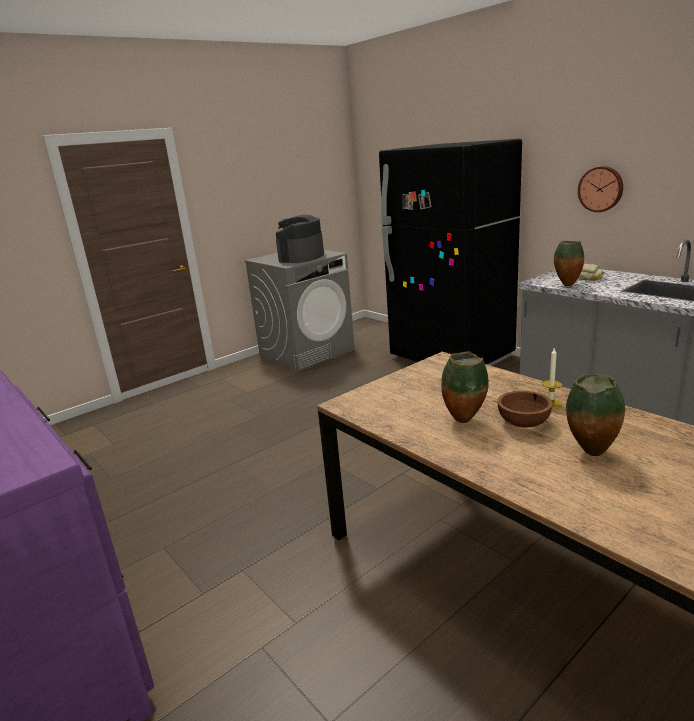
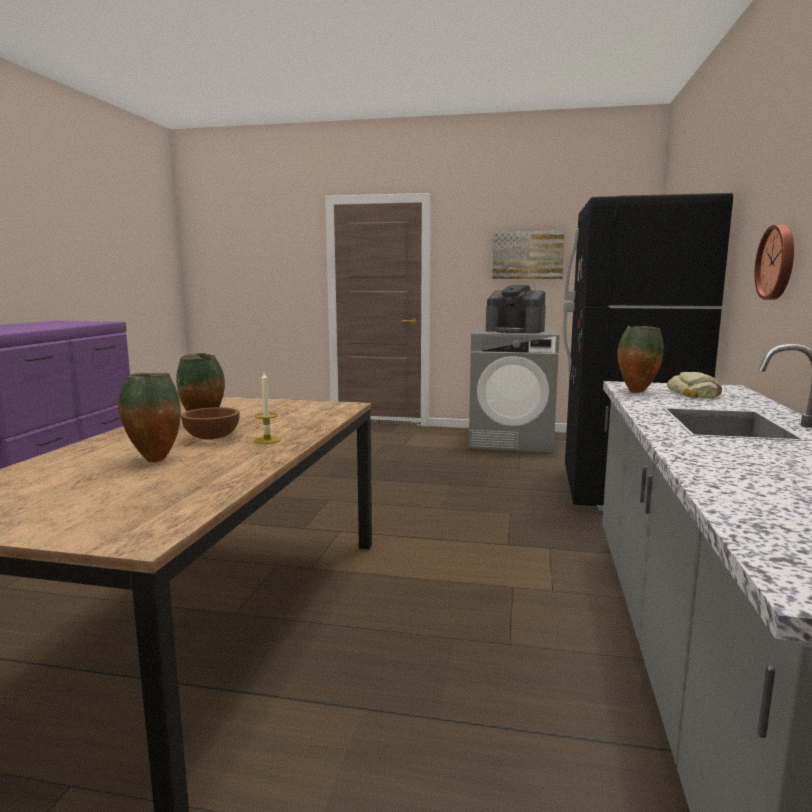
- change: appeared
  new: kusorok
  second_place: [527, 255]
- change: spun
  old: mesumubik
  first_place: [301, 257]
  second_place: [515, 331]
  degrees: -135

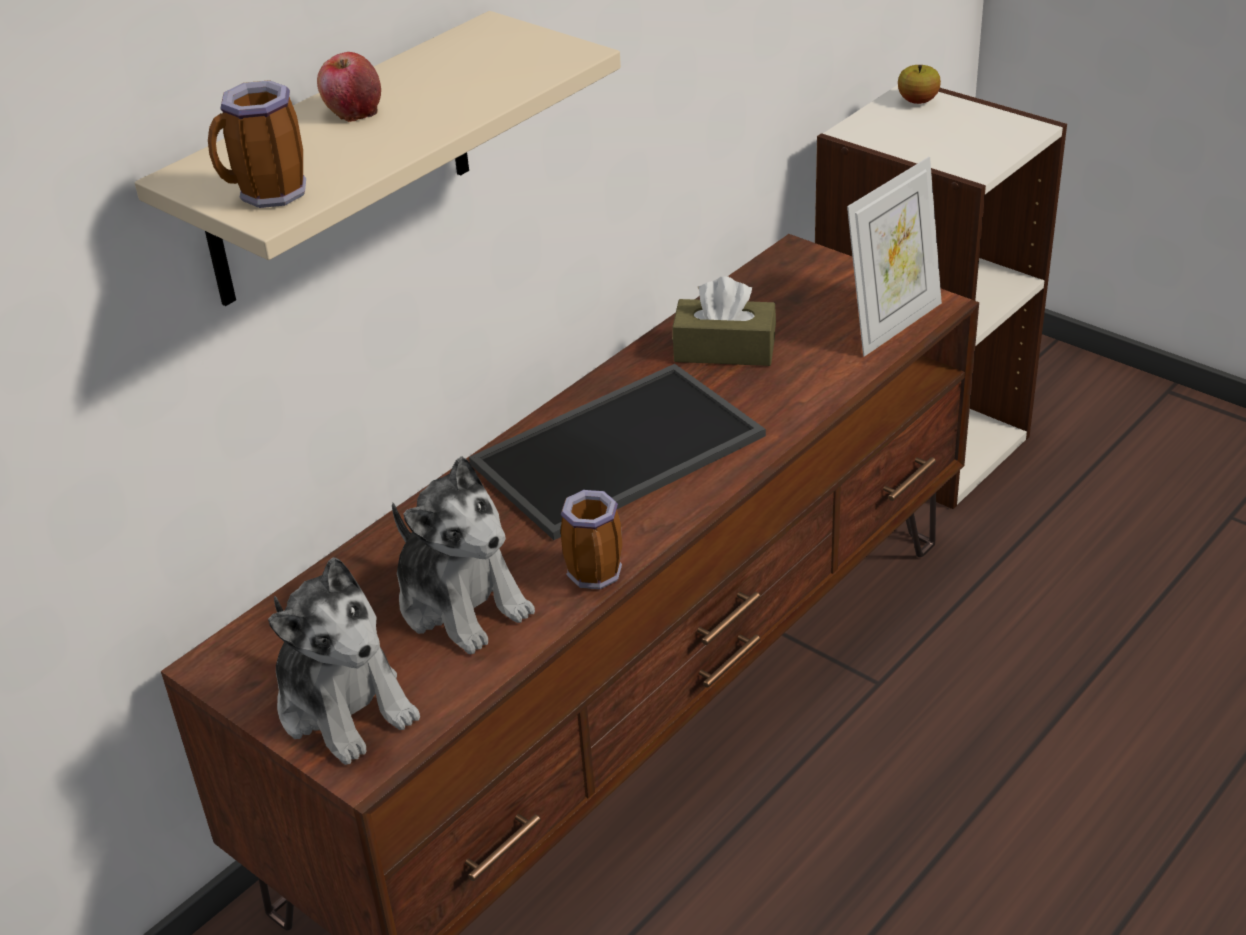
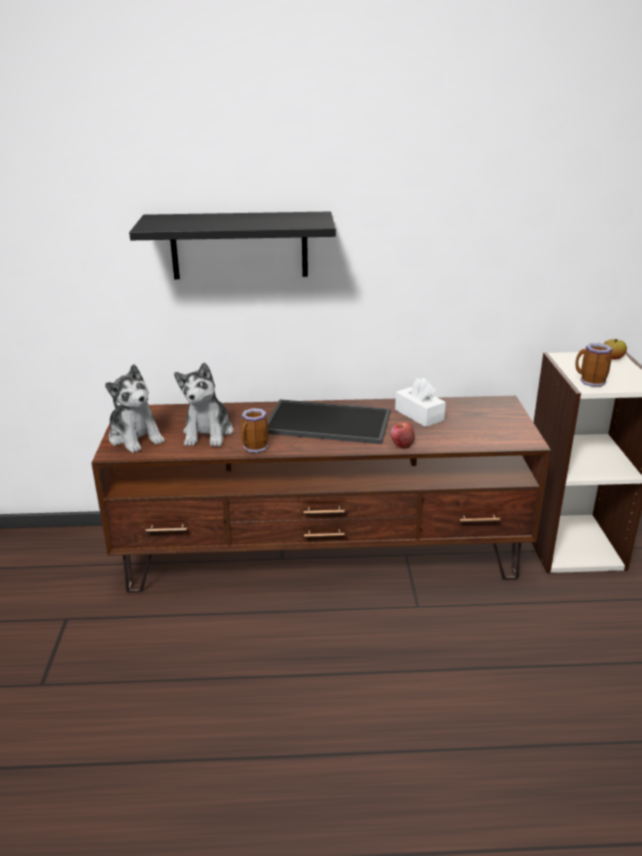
- change: missing
  old: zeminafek
  first_place: [892, 324]
- change: relocated
  old: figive
  first_place: [268, 196]
  second_place: [590, 382]
- change: relocated
  old: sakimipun
  first_place: [353, 111]
  second_place: [401, 444]
- change: colour
  old: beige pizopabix
  new: black pizopabix
  first_place: [338, 163]
  second_place: [239, 245]
- change: colour
  old: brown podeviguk
  new: white podeviguk
  first_place: [724, 350]
  second_place: [419, 415]
- change: spun
  old: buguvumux
  first_place: [344, 705]
  second_place: [135, 437]
  degrees: -45

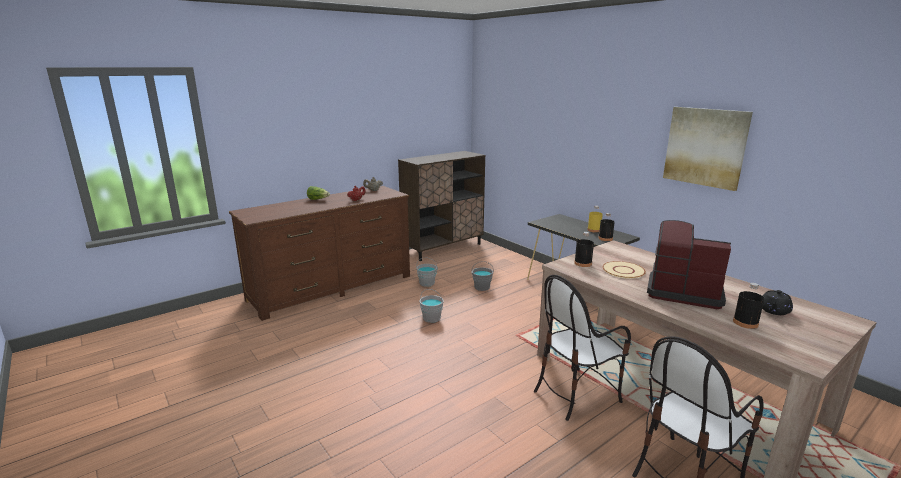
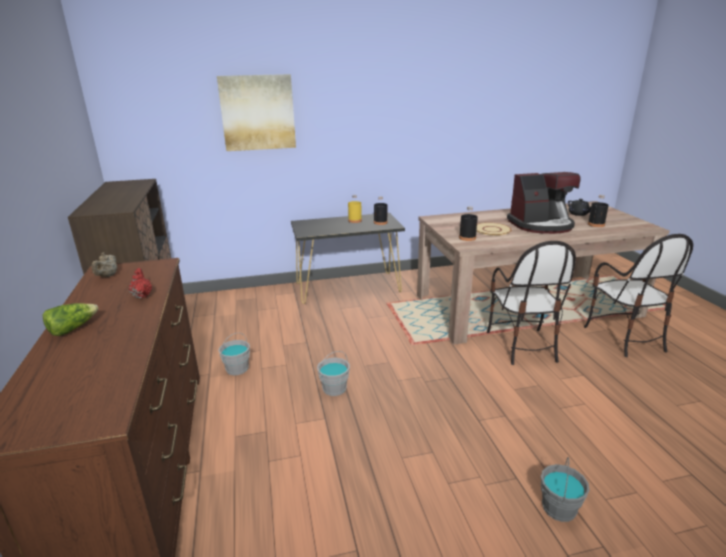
- change: relocated
  old: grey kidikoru
  first_place: [482, 287]
  second_place: [558, 508]
- change: relocated
  old: kusorok
  first_place: [705, 147]
  second_place: [257, 113]
- change: spun
  old: mesumubik
  first_place: [682, 292]
  second_place: [541, 225]
  degrees: -150

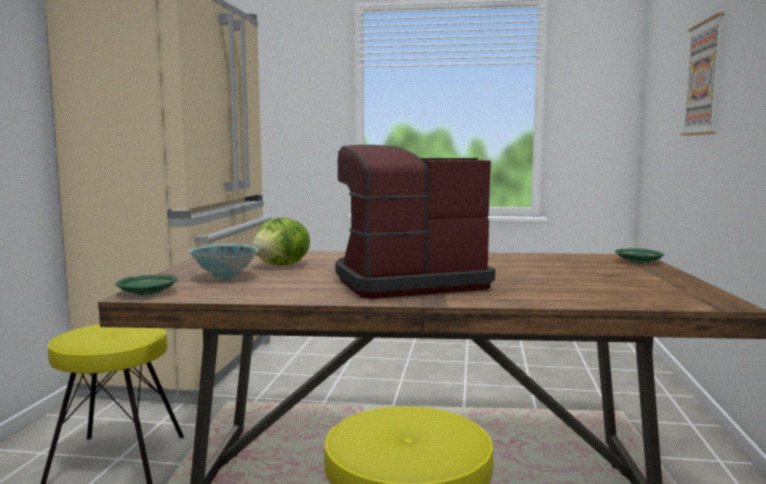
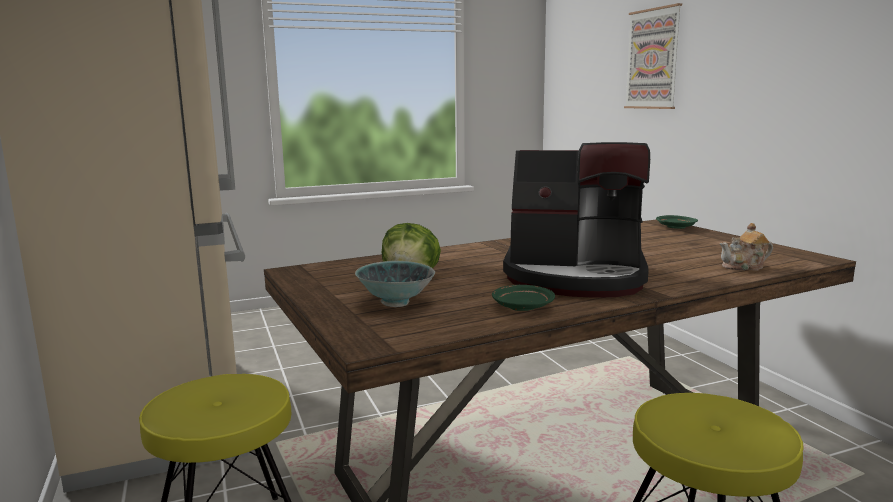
- change: appeared
  new: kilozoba
  second_place: [744, 267]
- change: relocated
  old: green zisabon
  first_place: [147, 292]
  second_place: [522, 307]
- change: spun
  old: mesumubik
  first_place: [407, 282]
  second_place: [575, 277]
  degrees: -120

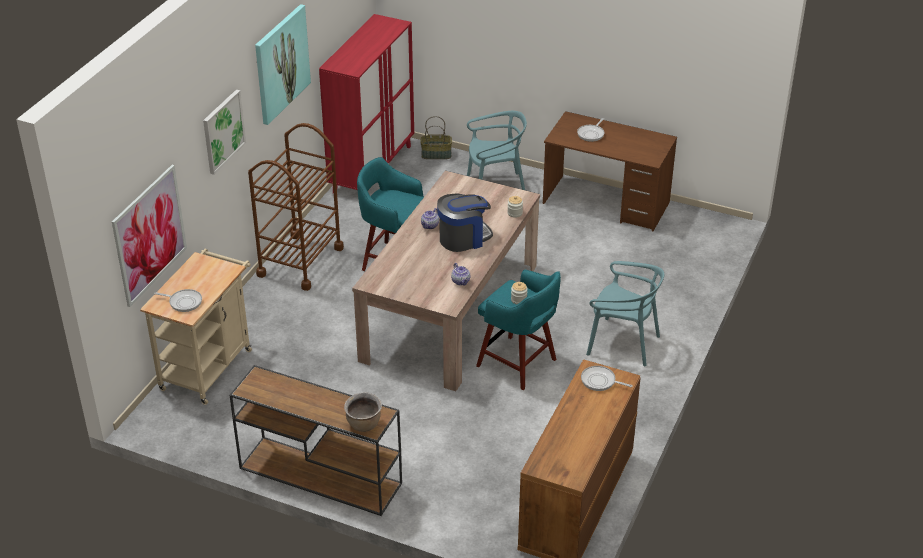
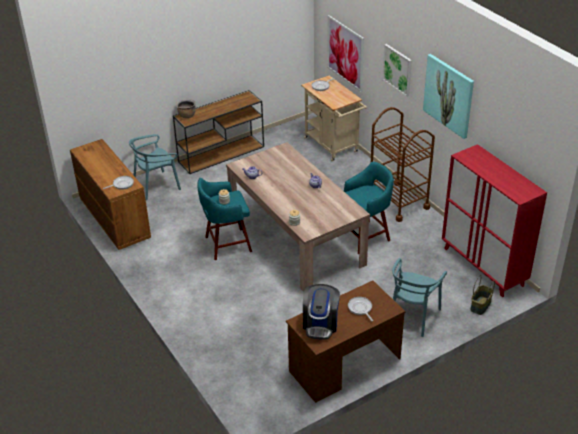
- change: relocated
  old: mesumubik
  first_place: [463, 238]
  second_place: [320, 324]
- change: relocated
  old: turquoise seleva
  first_place: [623, 343]
  second_place: [156, 186]

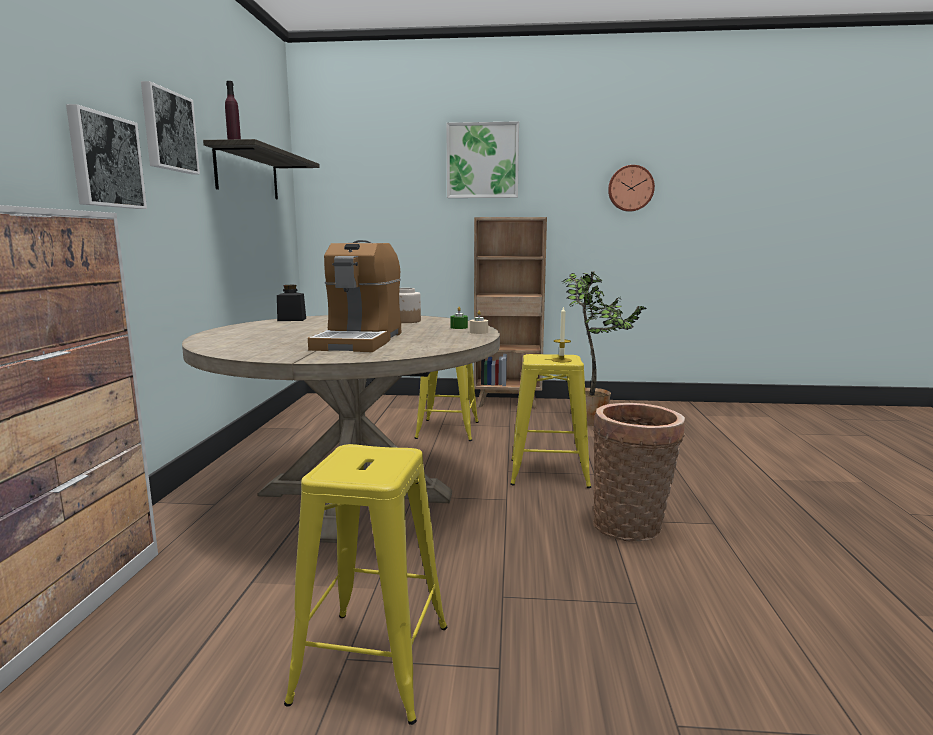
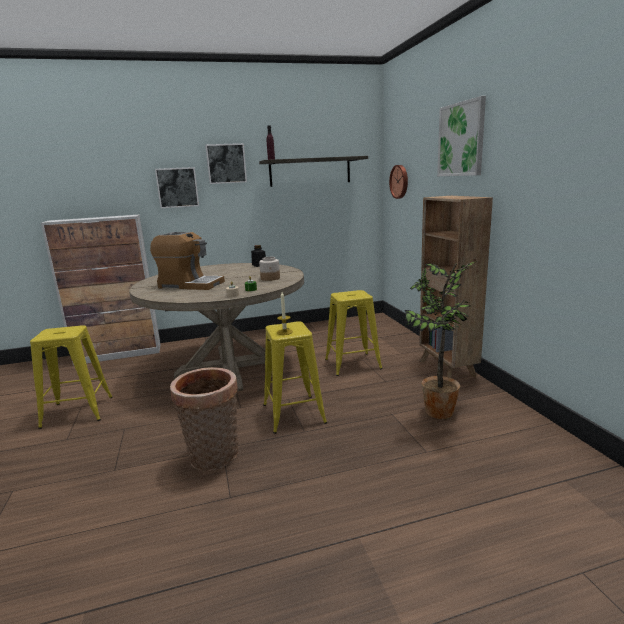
- change: relocated
  old: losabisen
  first_place: [630, 188]
  second_place: [400, 181]
- change: spun
  old: mesumubik
  first_place: [359, 341]
  second_place: [190, 285]
  degrees: -150

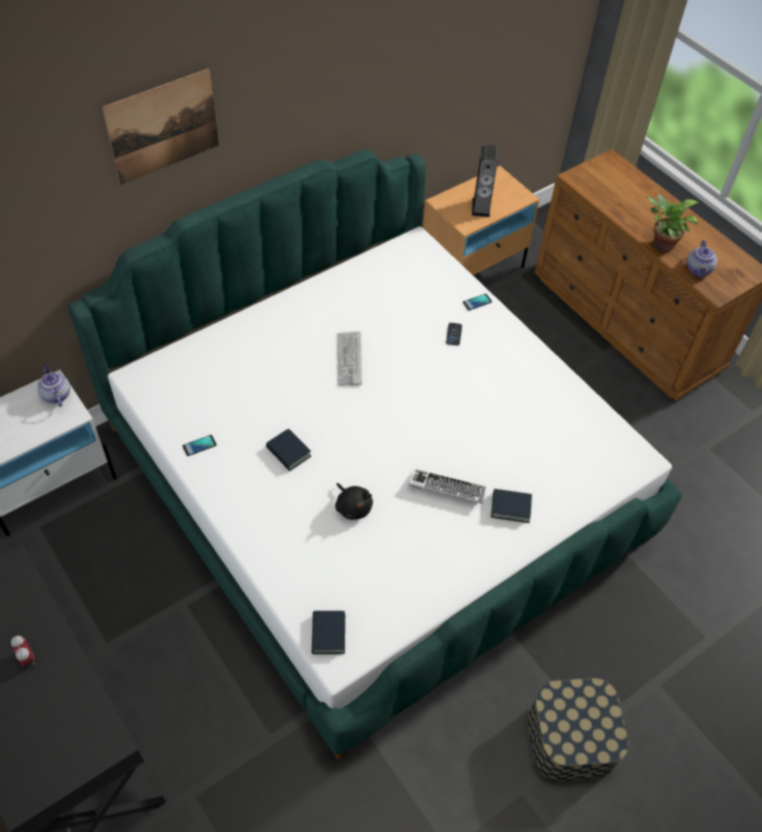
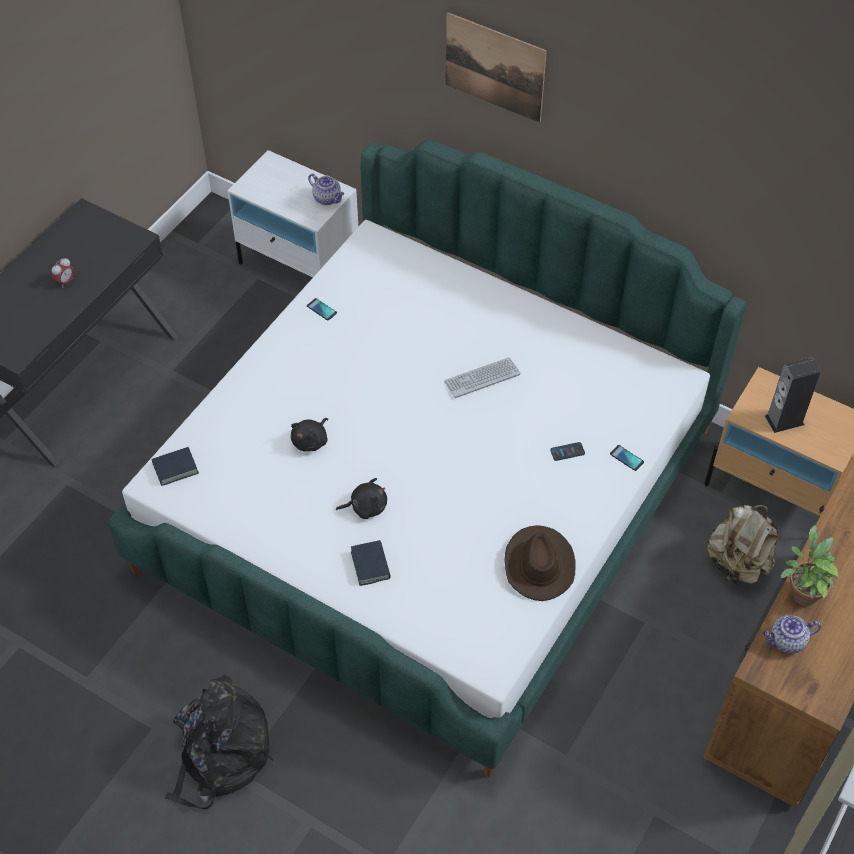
- change: missing
  old: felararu
  first_place: [288, 452]
- change: appeared
  new: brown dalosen
  second_place: [538, 564]
- change: appeared
  new: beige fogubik
  second_place: [738, 563]
- change: exchanged
  old: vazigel
  new: black buguvumux
  first_place: [447, 489]
  second_place: [366, 507]
- change: exchanged
  old: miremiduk
  new: black fogubik
  first_place: [570, 739]
  second_place: [220, 756]
- change: spun
  old: kilozoba
  first_place: [56, 395]
  second_place: [328, 198]
  degrees: 90

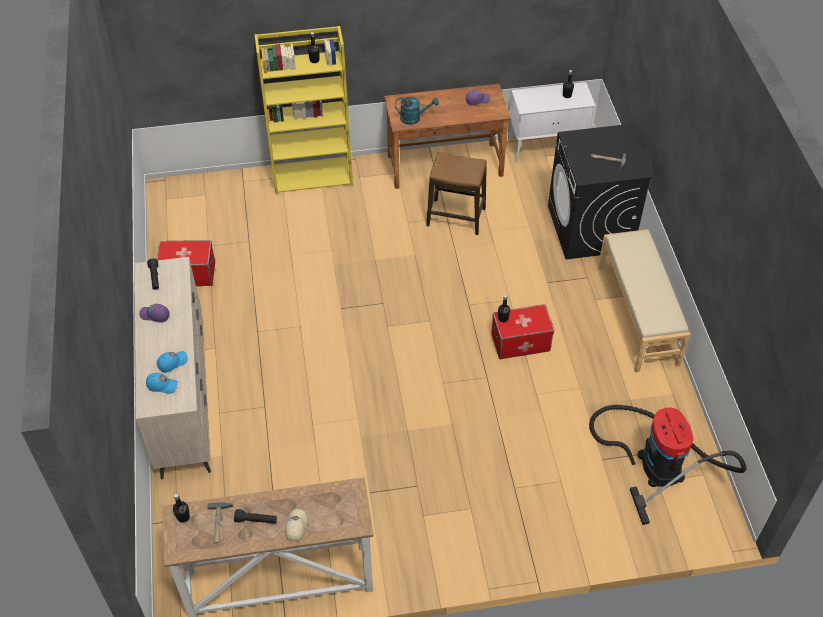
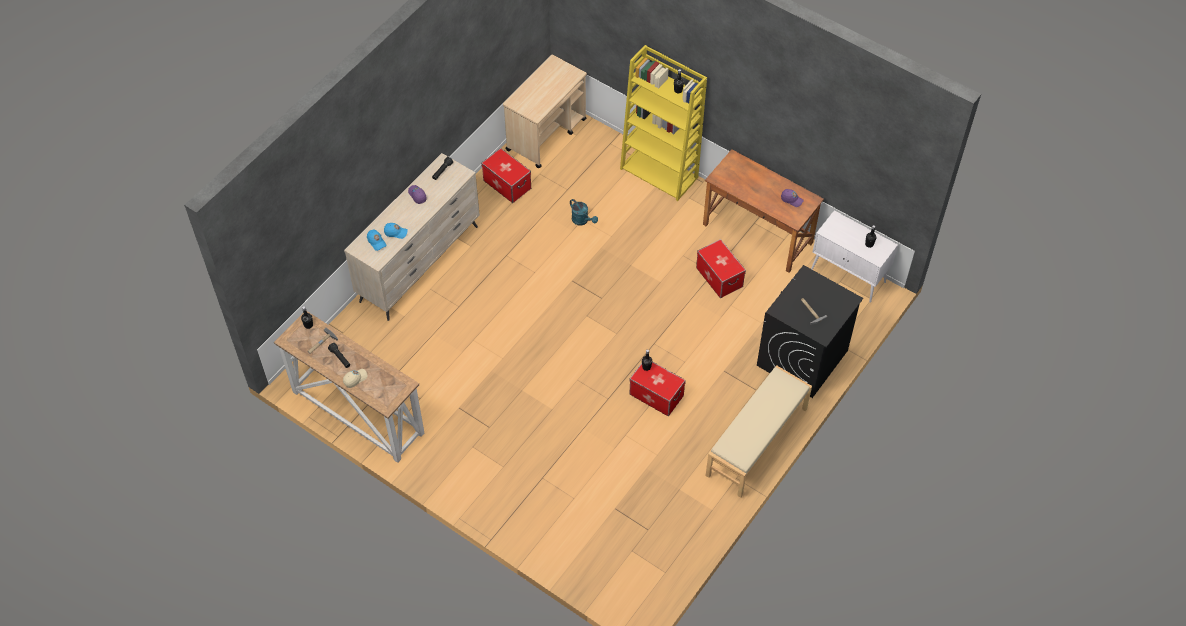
- change: missing
  old: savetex
  first_place: [657, 462]
- change: appeared
  new: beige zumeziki
  second_place: [546, 134]
- change: relocated
  old: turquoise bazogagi
  first_place: [414, 118]
  second_place: [582, 220]
- change: exchanged
  old: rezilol
  new: miremiduk
  first_place: [455, 217]
  second_place: [719, 277]

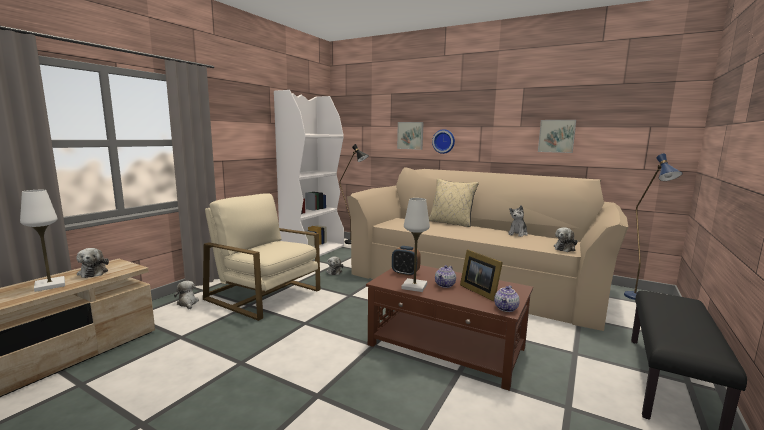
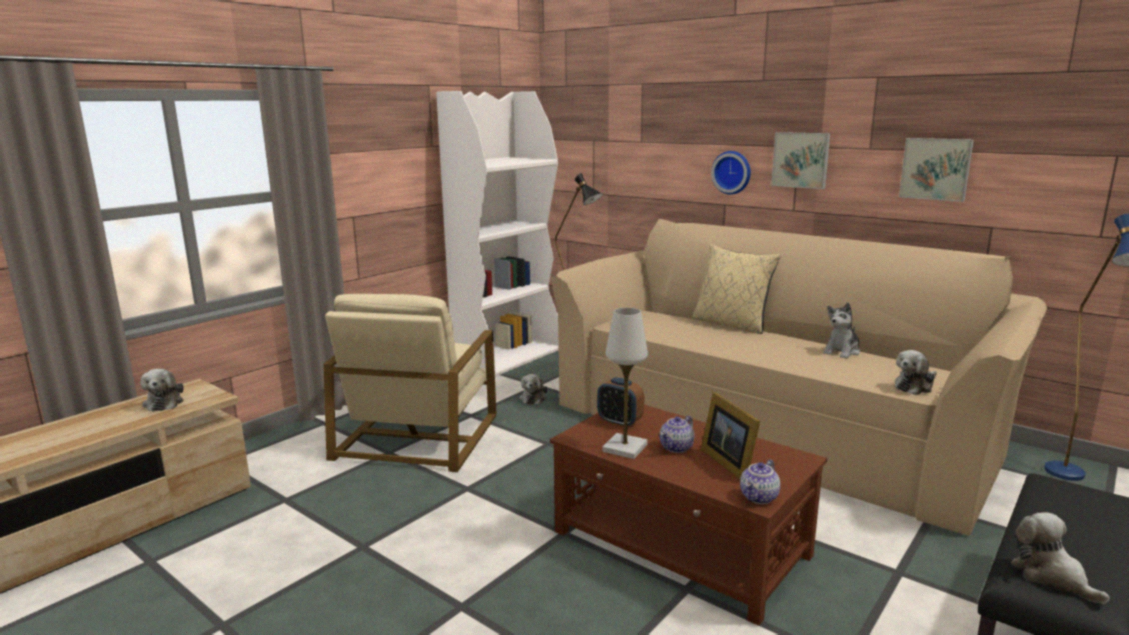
- change: missing
  old: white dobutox
  first_place: [50, 285]
- change: relocated
  old: buguvumux
  first_place: [187, 303]
  second_place: [1051, 576]
- change: relocated
  old: kusorok
  first_place: [410, 135]
  second_place: [801, 160]
- change: spun
  old: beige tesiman
  first_place: [265, 294]
  second_place: [416, 435]
  degrees: -120

